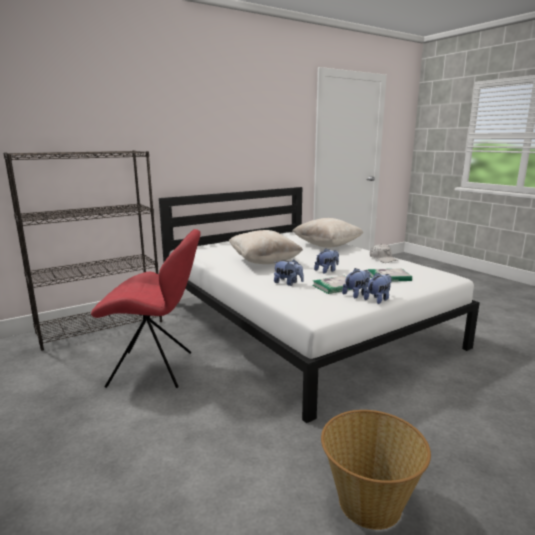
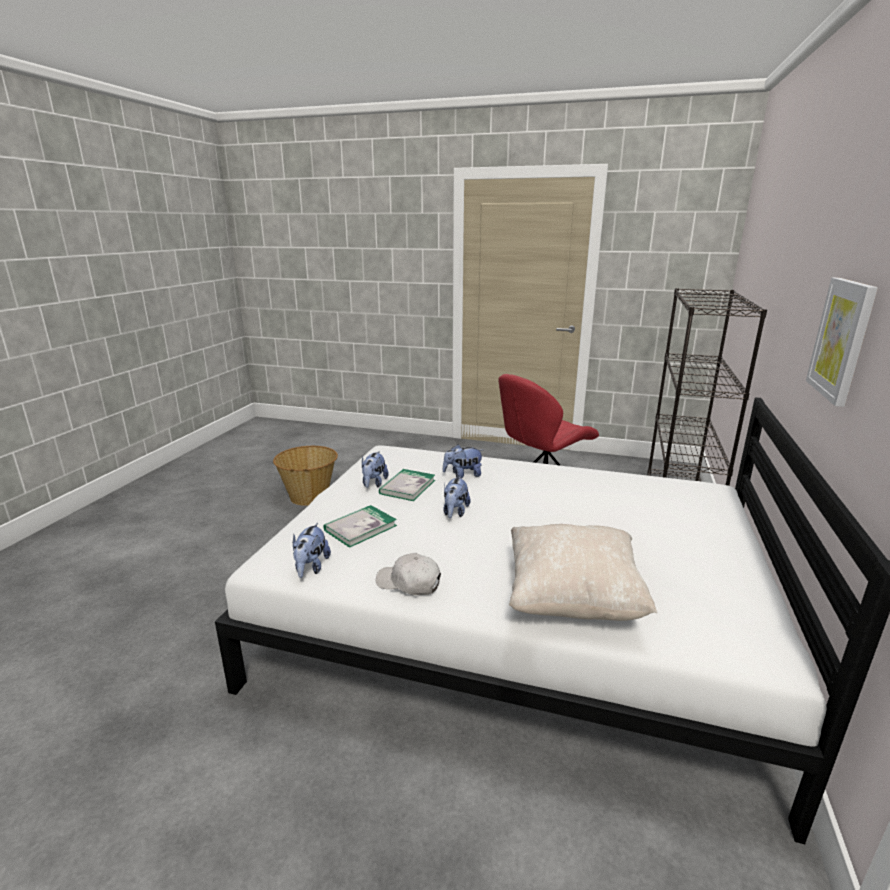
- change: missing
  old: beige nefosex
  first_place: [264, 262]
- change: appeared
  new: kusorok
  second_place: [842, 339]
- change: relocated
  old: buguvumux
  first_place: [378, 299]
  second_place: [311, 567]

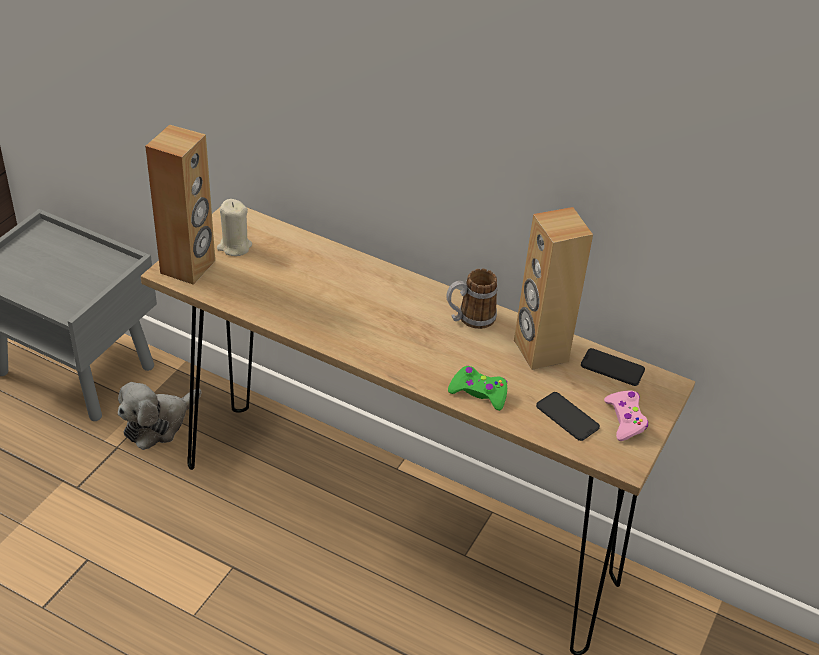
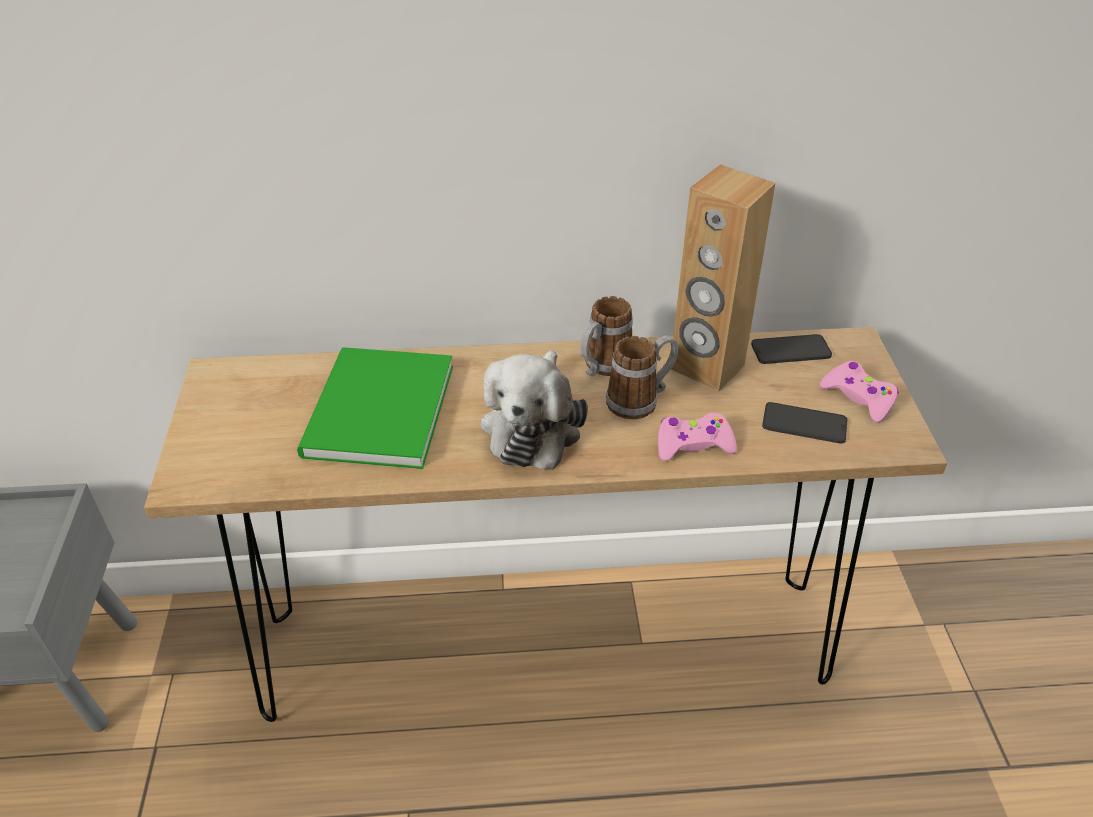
- change: missing
  old: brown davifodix
  first_place: [188, 267]
- change: missing
  old: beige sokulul
  first_place: [234, 246]
- change: appeared
  new: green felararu
  second_place: [374, 413]
- change: appeared
  new: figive
  second_place: [640, 400]
- change: relocated
  old: buguvumux
  first_place: [158, 424]
  second_place: [533, 426]
- change: colour
  old: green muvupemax
  new: pink muvupemax
  first_place: [479, 393]
  second_place: [693, 444]

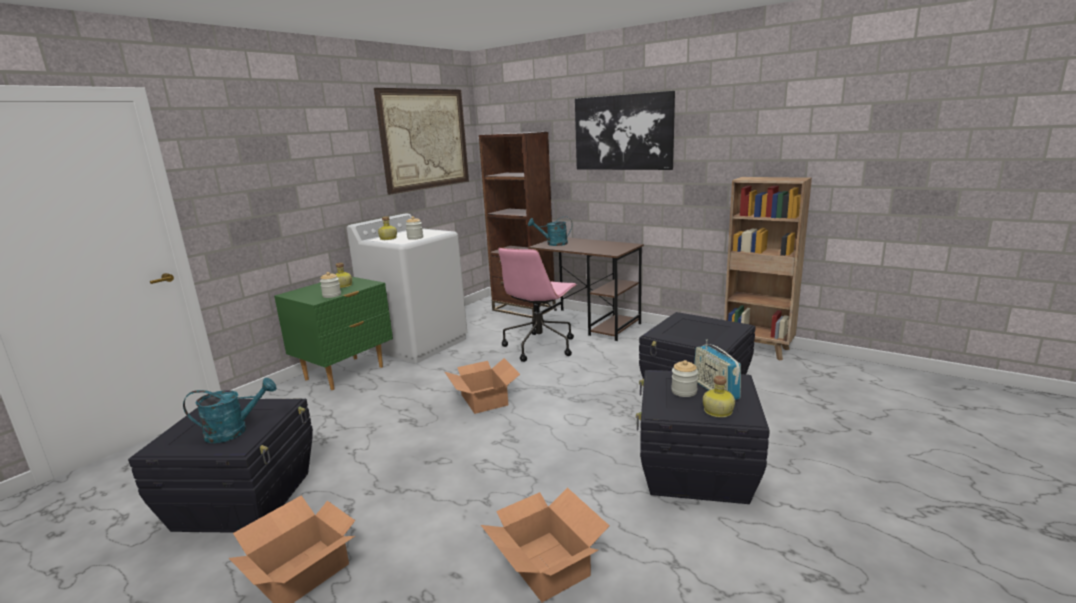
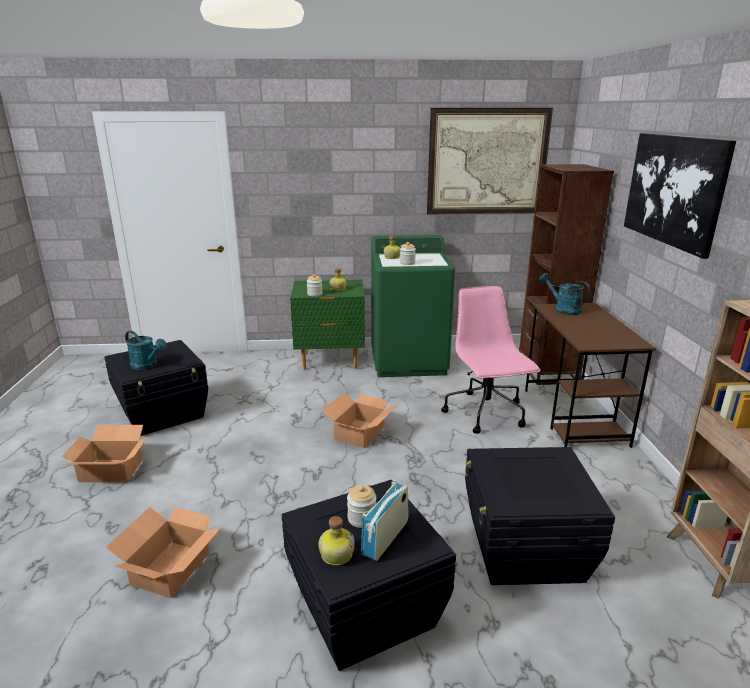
- change: colour
  old: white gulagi
  new: green gulagi
  first_place: [418, 343]
  second_place: [409, 361]
- change: spun
  old: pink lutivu
  first_place: [540, 346]
  second_place: [486, 414]
  degrees: 90

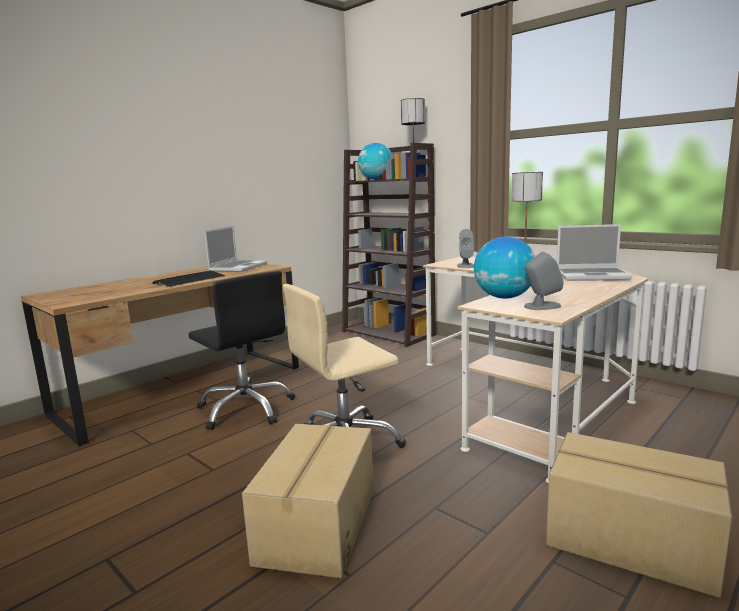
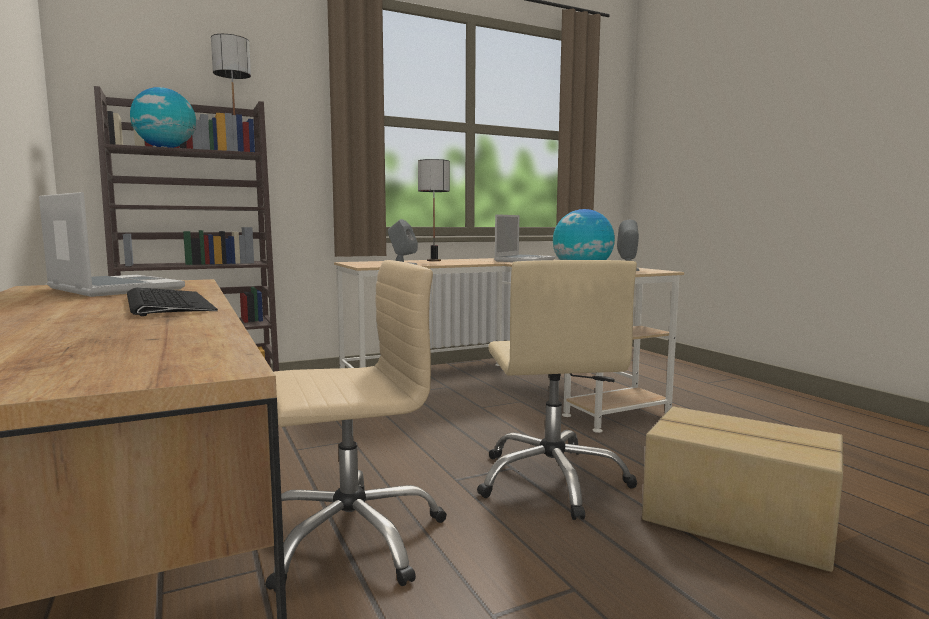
- change: missing
  old: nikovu
  first_place: [631, 541]
- change: colour
  old: black lutivu
  new: beige lutivu
  first_place: [246, 409]
  second_place: [351, 538]

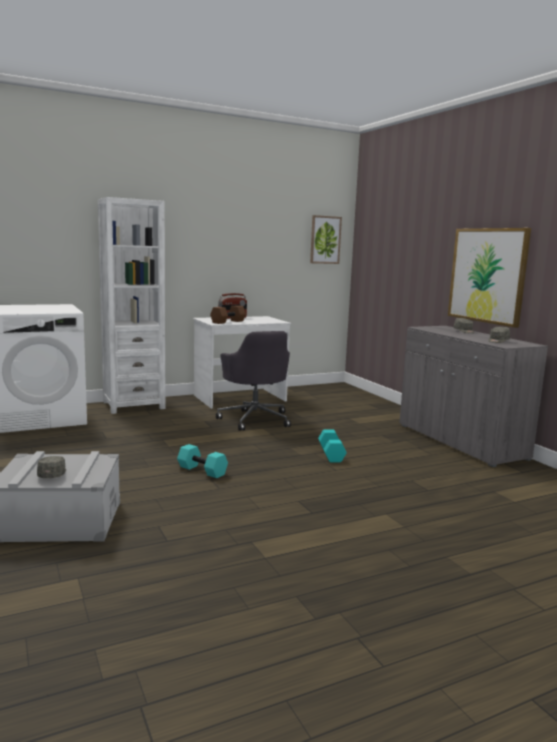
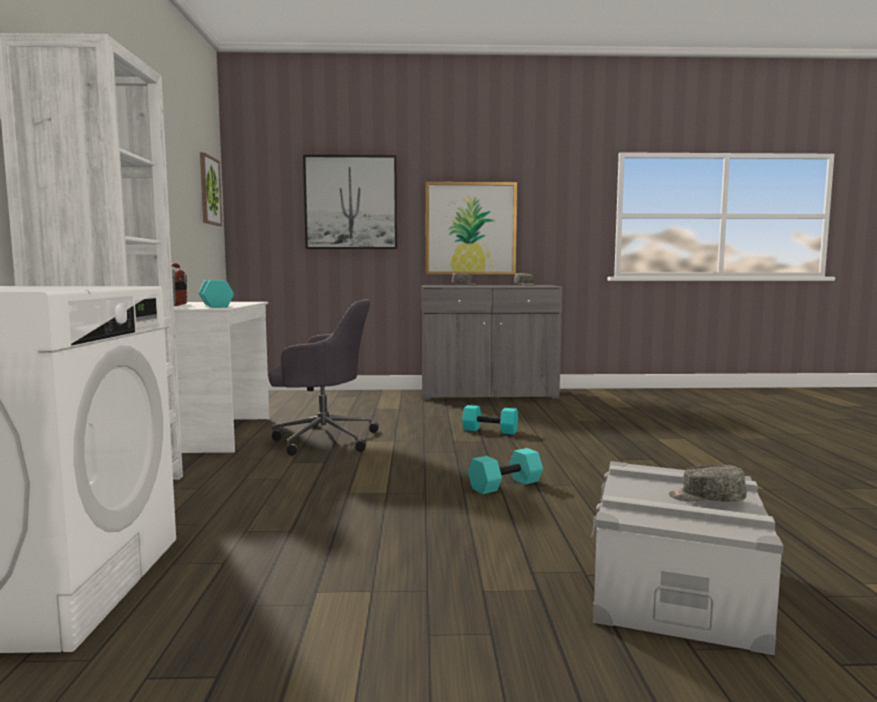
- change: appeared
  new: kusorok
  second_place: [351, 202]
- change: colour
  old: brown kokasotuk
  new: turquoise kokasotuk
  first_place: [228, 322]
  second_place: [217, 306]

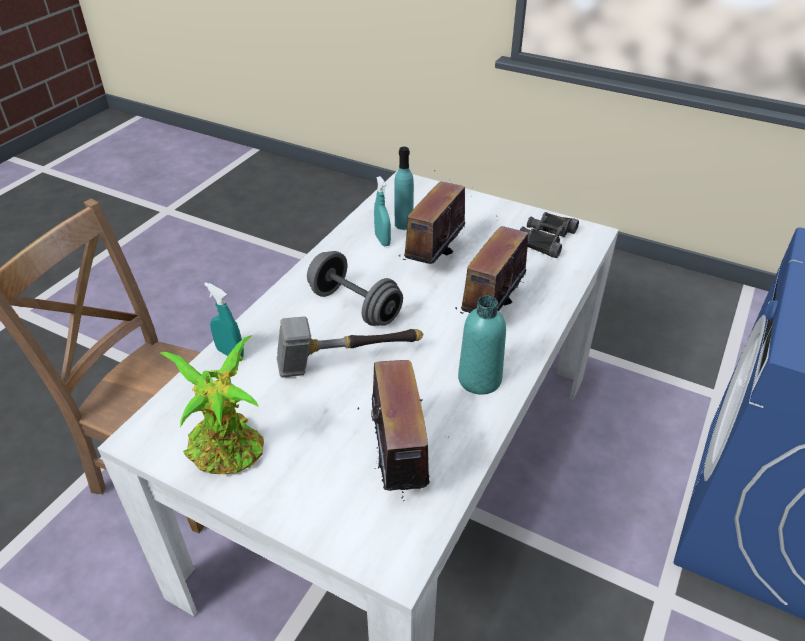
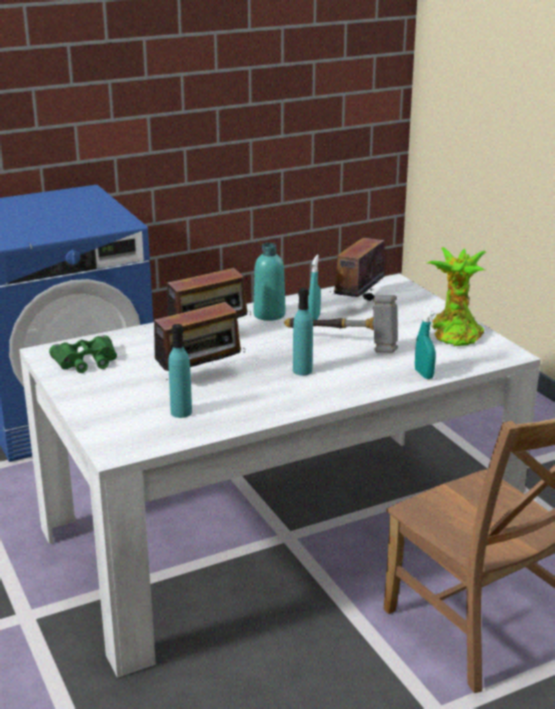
- change: relocated
  old: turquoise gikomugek
  first_place: [382, 240]
  second_place: [314, 318]
- change: exchanged
  old: grey kokasotuk
  new: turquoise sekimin
  first_place: [355, 306]
  second_place: [302, 370]
- change: colour
  old: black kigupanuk
  new: green kigupanuk
  first_place: [546, 238]
  second_place: [86, 361]

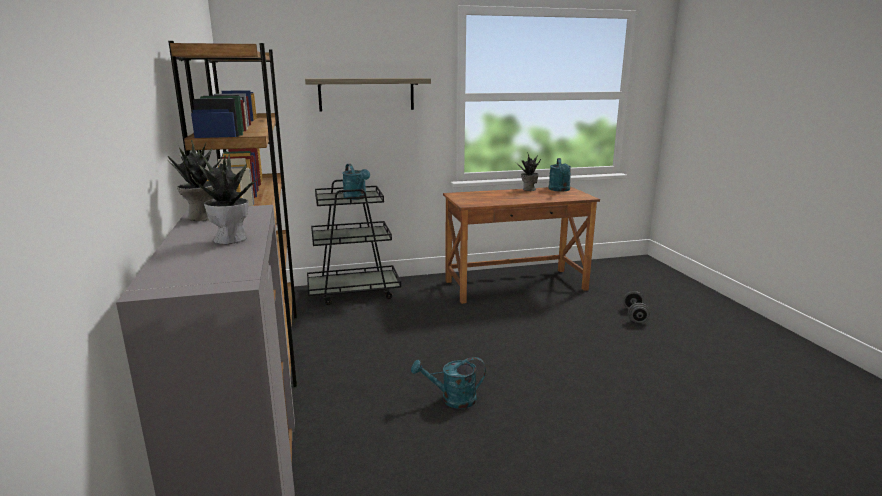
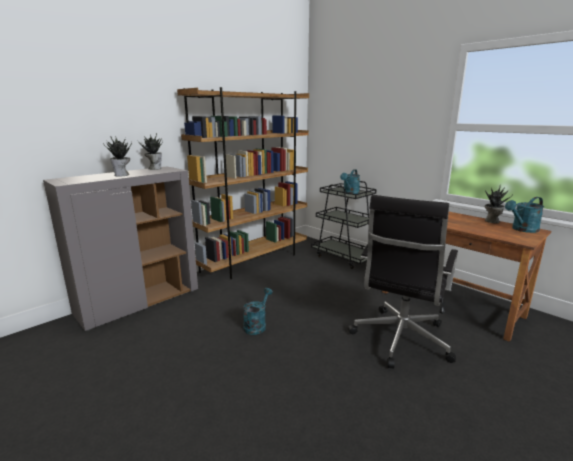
- change: missing
  old: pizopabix
  first_place: [366, 94]
- change: missing
  old: grey kokasotuk
  first_place: [634, 315]
- change: appeared
  new: black lutivu
  second_place: [400, 340]
- change: spun
  old: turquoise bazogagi
  first_place: [452, 399]
  second_place: [256, 325]
  degrees: 60

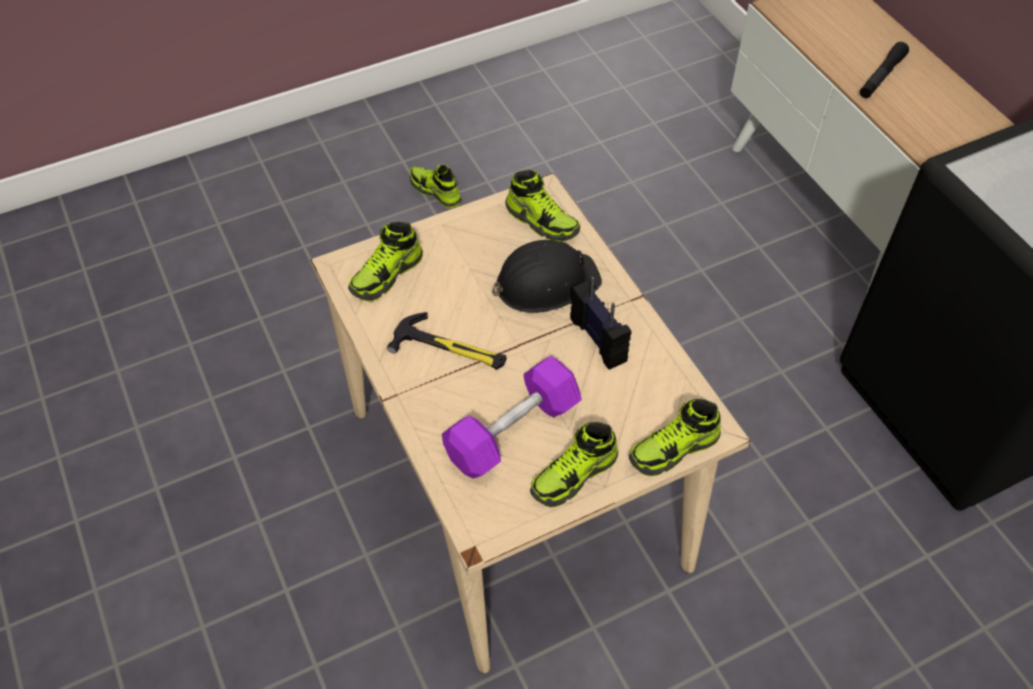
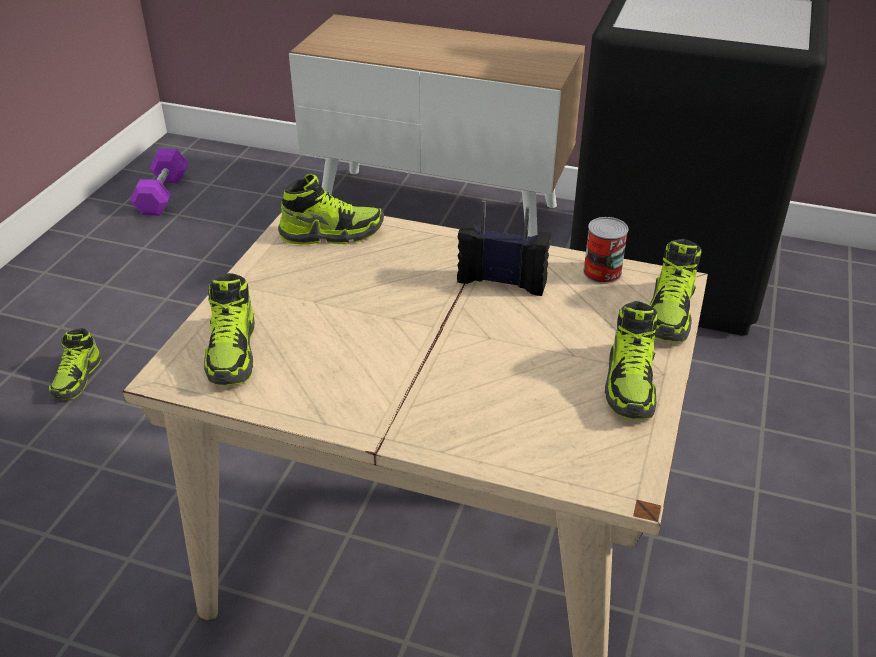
- change: missing
  old: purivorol
  first_place: [450, 348]
- change: missing
  old: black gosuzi
  first_place: [545, 283]
- change: missing
  old: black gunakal
  first_place: [881, 76]
- change: appeared
  new: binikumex
  second_place: [602, 272]
- change: relocated
  old: purple kokasotuk
  first_place: [512, 430]
  second_place: [162, 195]
- change: spun
  old: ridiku
  first_place: [435, 192]
  second_place: [77, 378]
  degrees: -75

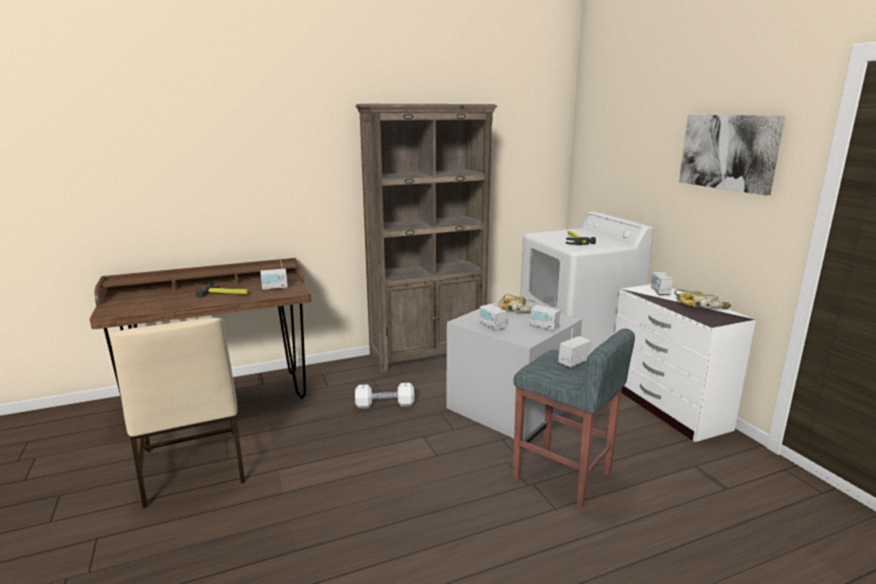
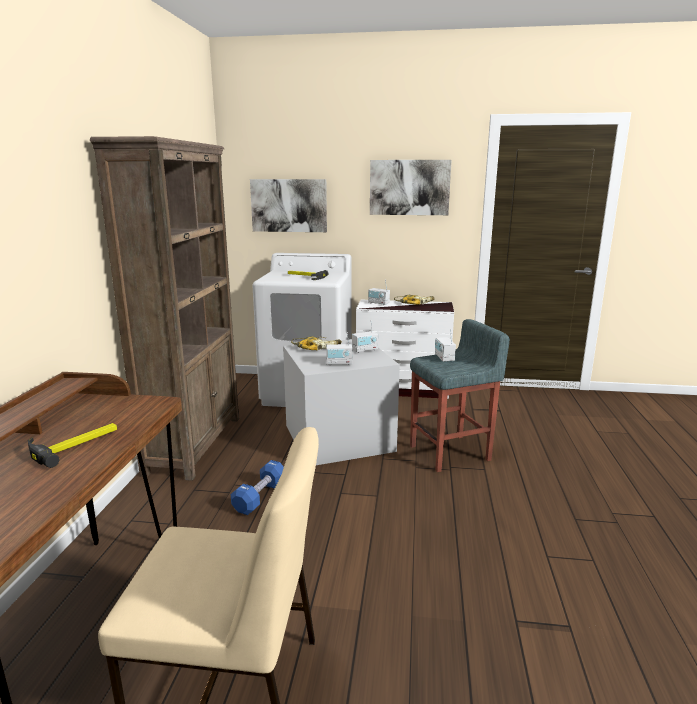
- change: missing
  old: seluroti
  first_place: [275, 288]
- change: appeared
  new: kusorok
  second_place: [289, 205]
- change: colour
  old: white kokasotuk
  new: blue kokasotuk
  first_place: [385, 405]
  second_place: [260, 497]

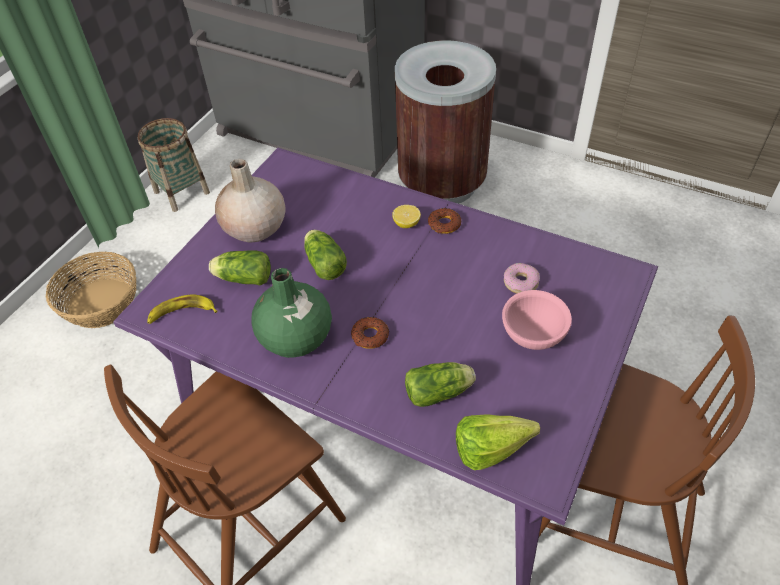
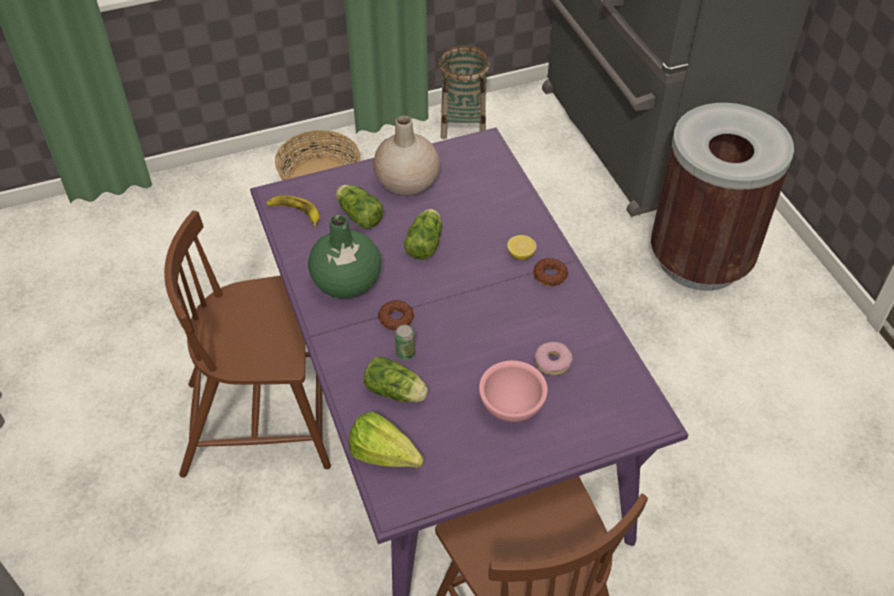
- change: appeared
  new: binikumex
  second_place: [405, 353]

